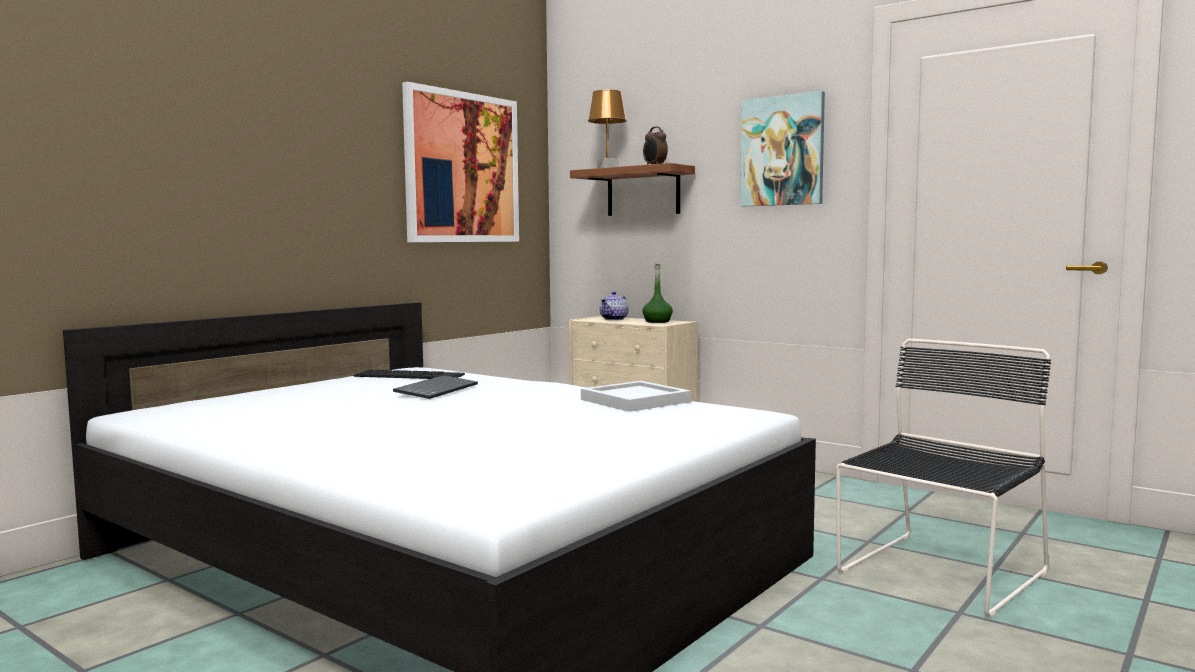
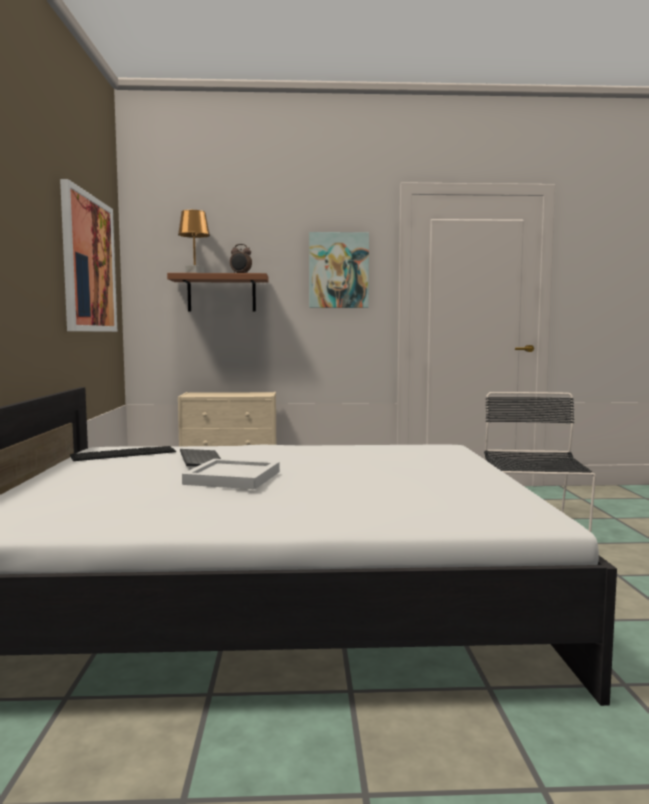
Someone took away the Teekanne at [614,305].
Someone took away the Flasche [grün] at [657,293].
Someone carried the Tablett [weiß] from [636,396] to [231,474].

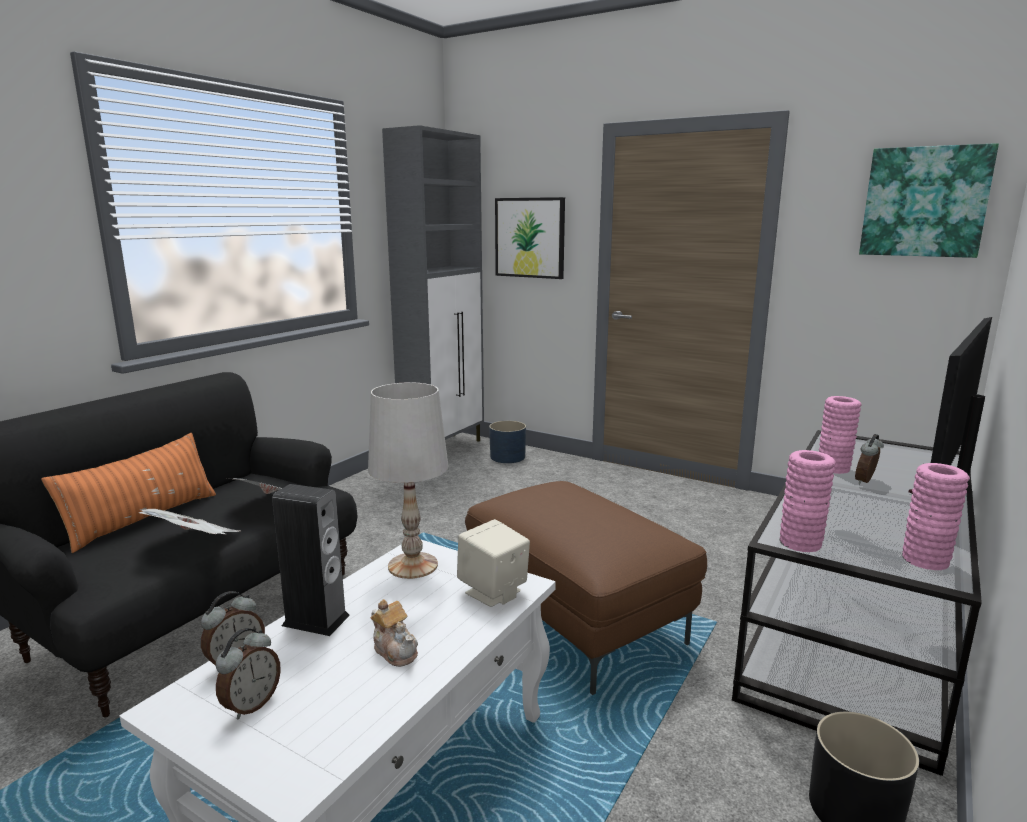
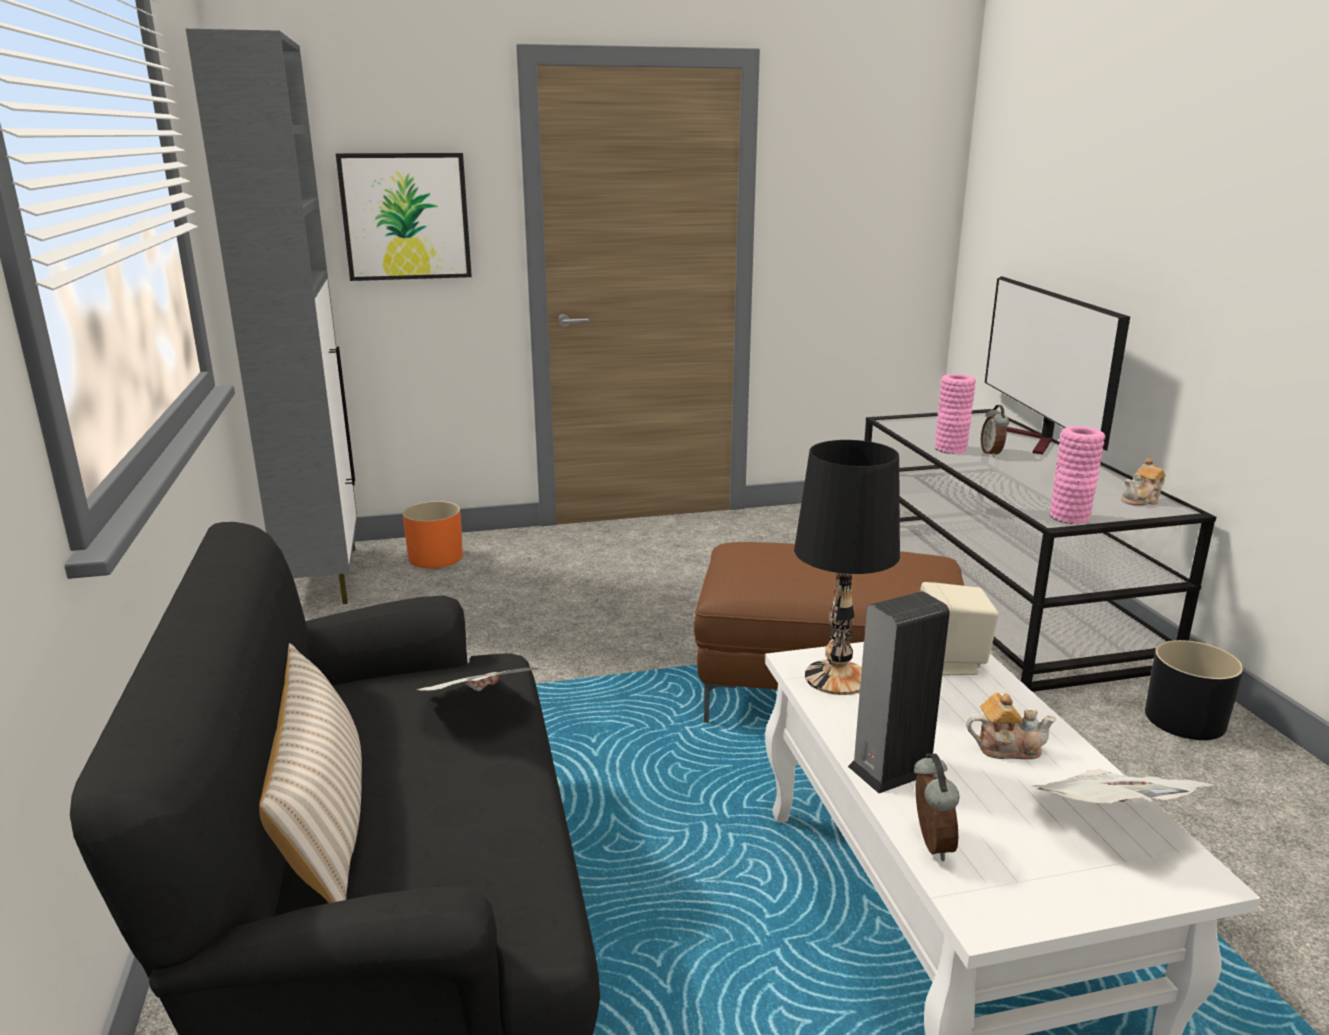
Someone took away the Wecker at [248,673].
Someone took away the Bild at [929,200].
Someone carried the Zeitung from [189,521] to [1123,786].
Someone swapped the Vase [rosa] at [936,516] for the Teekanne at [1143,481].
Someone repainted the Kissen [orange] at [128,493], which became the Kissen [beige] at [310,773].
Someone repainted the Tischlampe [weiß] at [408,480], which became the Tischlampe [schwarz] at [847,567].
Someone repainted the Pflanzkübel [blau] at [507,442], which became the Pflanzkübel [orange] at [432,534].

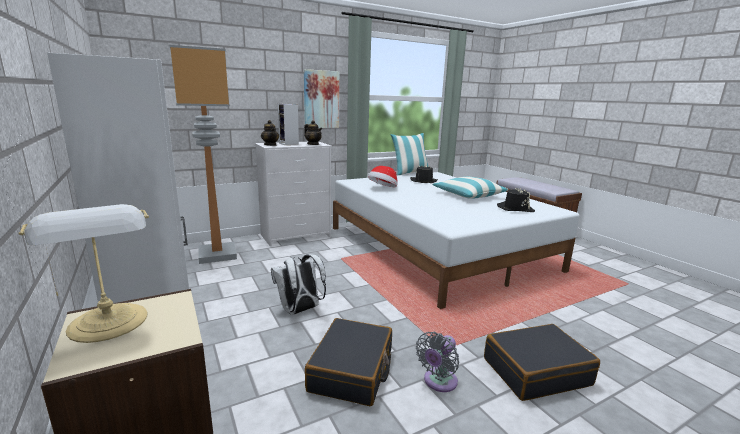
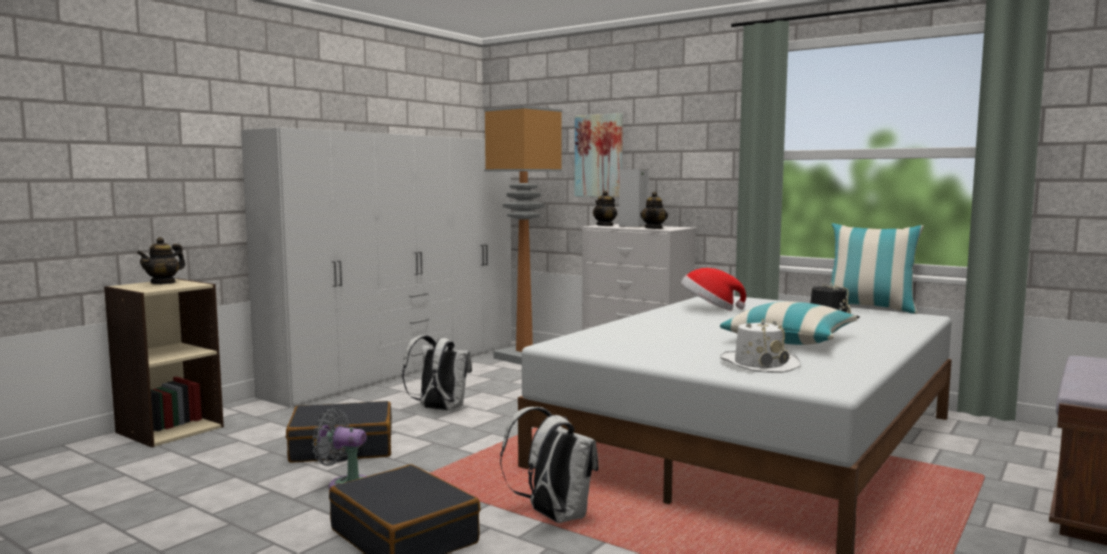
Someone put down the Rucksack [weiß] at [549,465].
Someone carried the Bild from [321,98] to [599,155].
Someone swapped the Tischlampe at [84,273] for the Teekanne at [161,260].
Someone repainted the Hut [schwarz] at [516,199], which became the Hut [weiß] at [760,346].

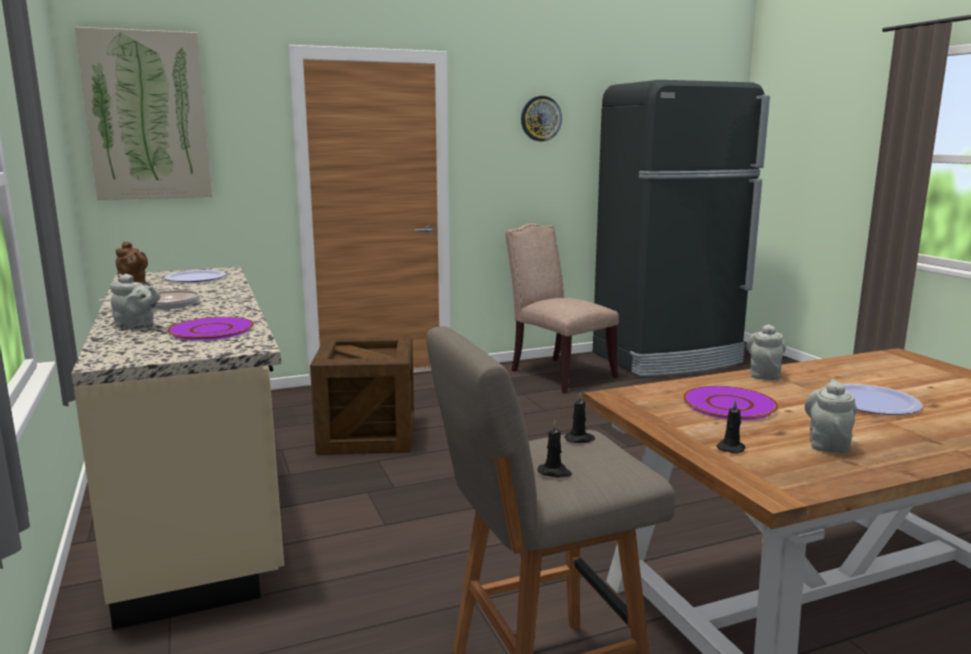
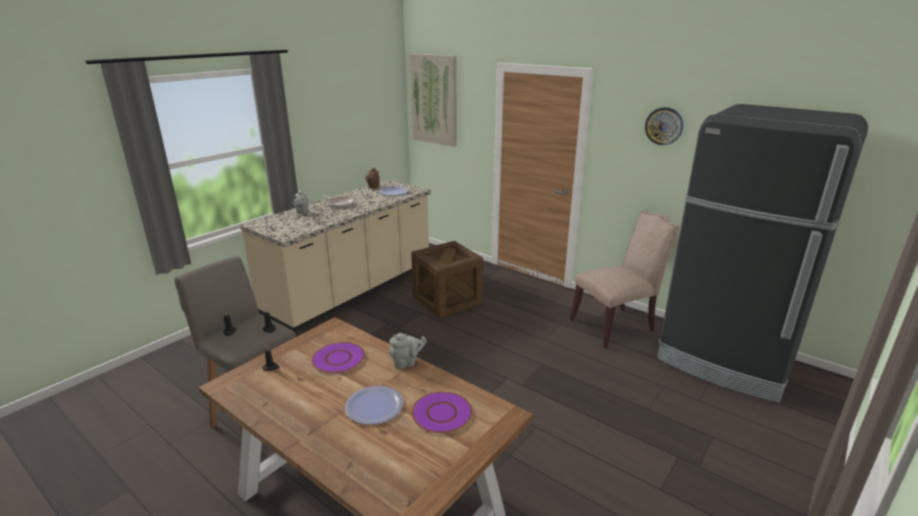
Someone took away the Teekanne [grau] at [831,416].
Someone carried the Teller [lila] from [210,328] to [442,412].
Someone rotated the Stuhl [beige] at [562,308] by 45 degrees clockwise.

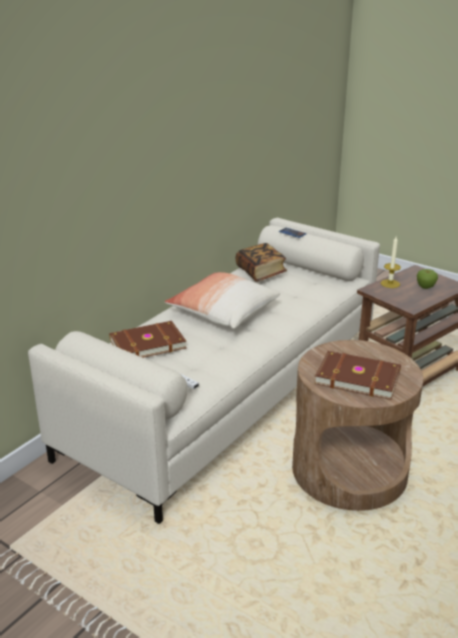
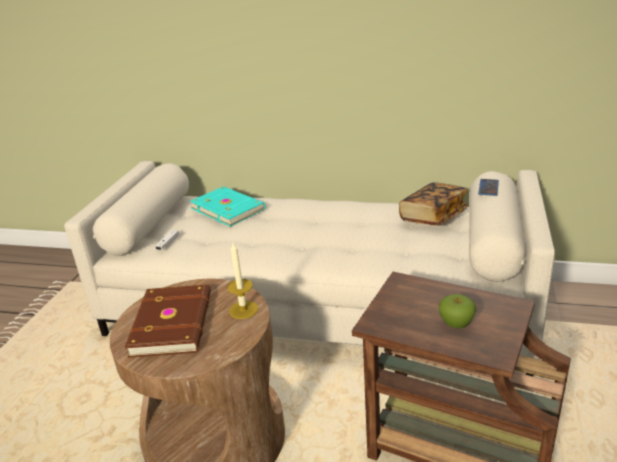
Someone took away the Kissen at [222,300].
Someone carried the Kerze from [391,262] to [242,281].
Someone repainted the Buch [braun] at [148,339], which became the Buch [türkis] at [227,206].

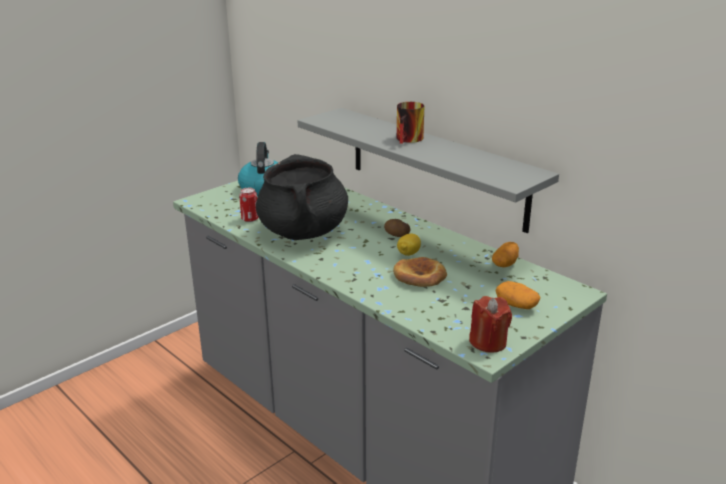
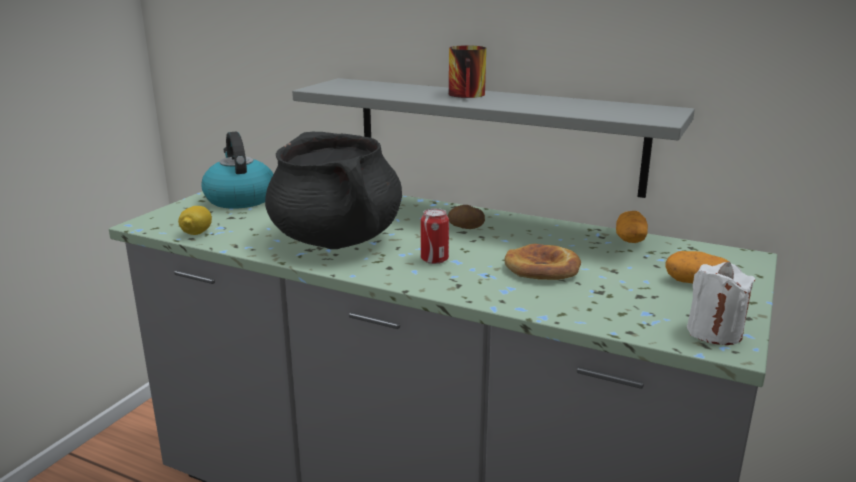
Someone carried the Dose from [249,205] to [435,236].
Someone carried the Zitrone from [409,245] to [195,220].
Someone repainted the Kerze [rot] at [490,324], which became the Kerze [weiß] at [721,303].

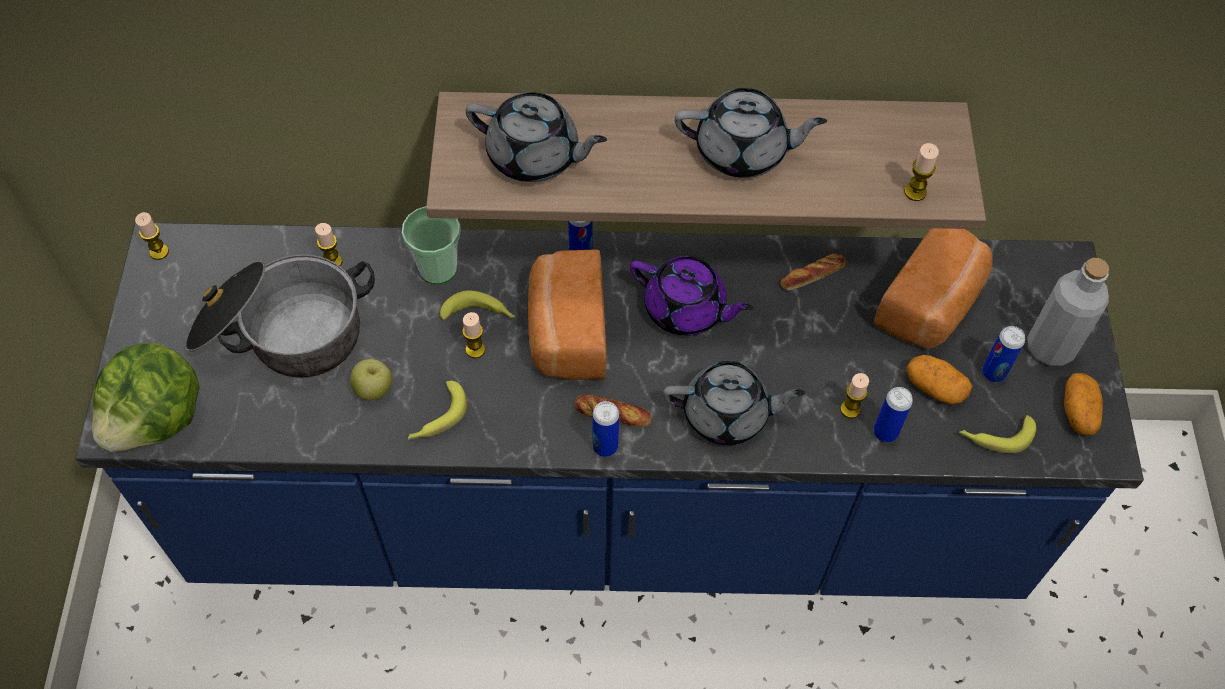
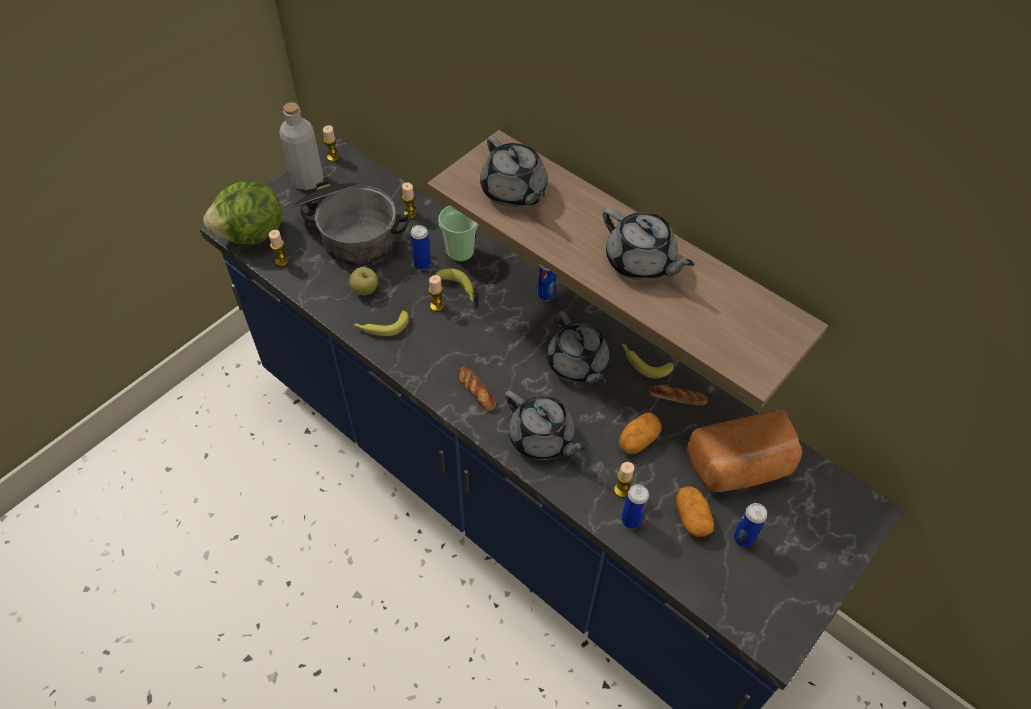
Someone took away the Brot at [567,314].
Someone carried the Dose from [606,429] to [421,247].
Someone carried the Kerze from [921,172] to [279,248].
Someone carried the Banane from [997,434] to [648,361].
Someone carried the Flasche [grau] from [1068,312] to [301,146].
Someone carried the Kartoffel from [1083,404] to [640,433].
Someone repainted the Teekanne [lila] at [691,296], which became the Teekanne [grau] at [578,347].

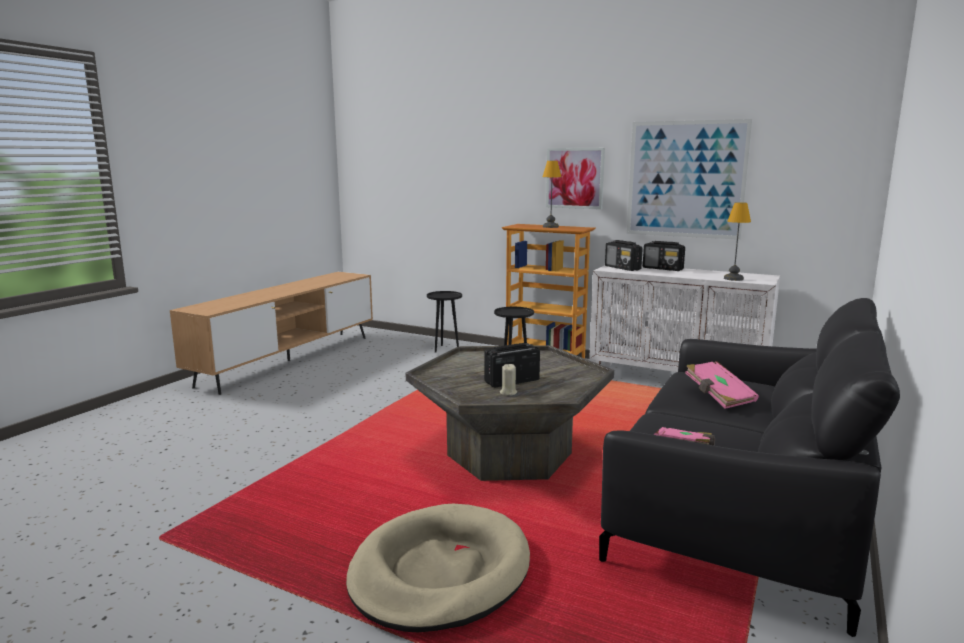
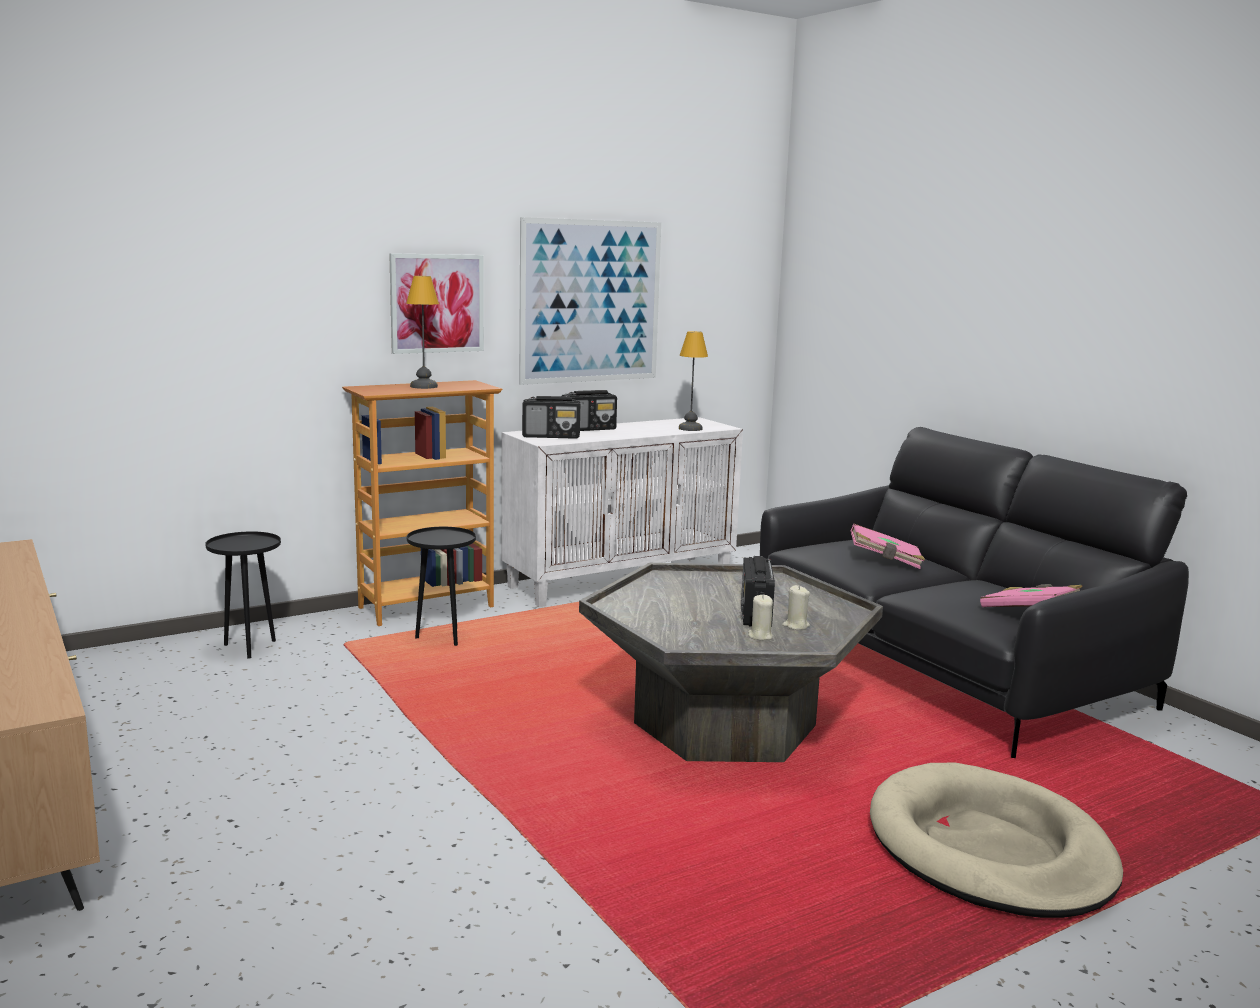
Someone put down the Kerze [beige] at [760,618].

